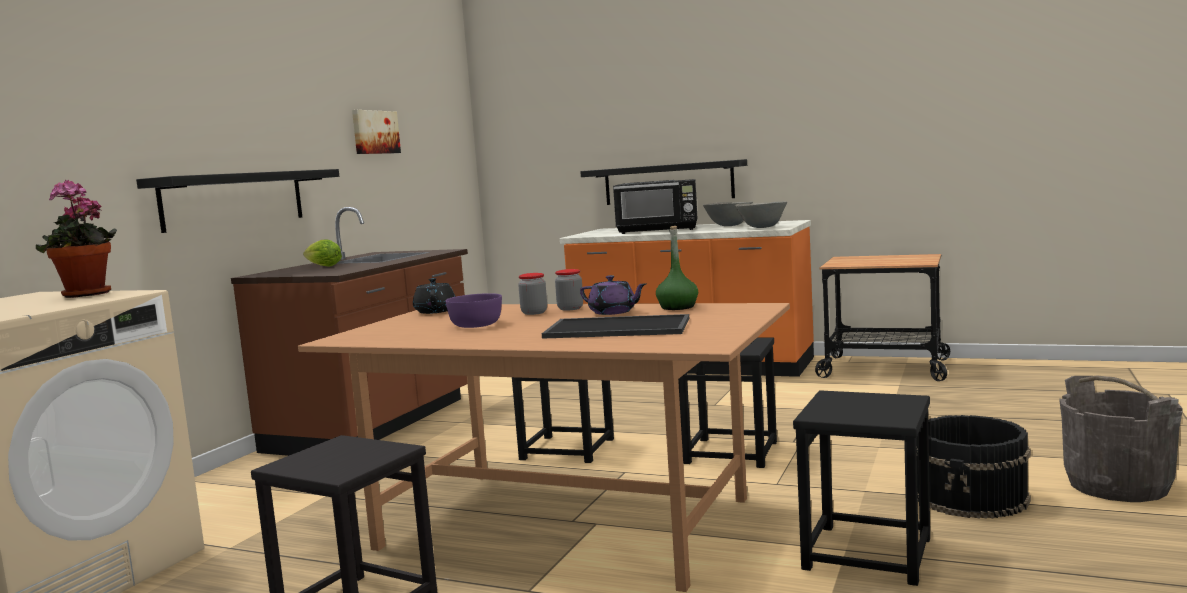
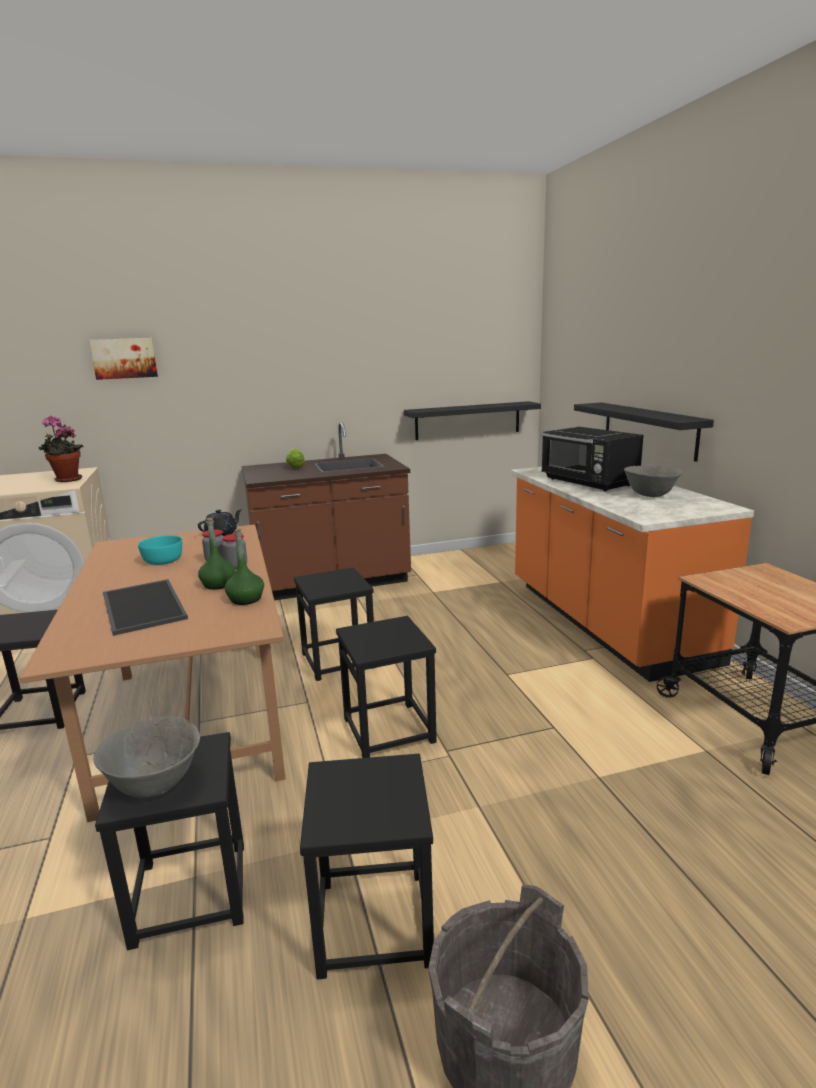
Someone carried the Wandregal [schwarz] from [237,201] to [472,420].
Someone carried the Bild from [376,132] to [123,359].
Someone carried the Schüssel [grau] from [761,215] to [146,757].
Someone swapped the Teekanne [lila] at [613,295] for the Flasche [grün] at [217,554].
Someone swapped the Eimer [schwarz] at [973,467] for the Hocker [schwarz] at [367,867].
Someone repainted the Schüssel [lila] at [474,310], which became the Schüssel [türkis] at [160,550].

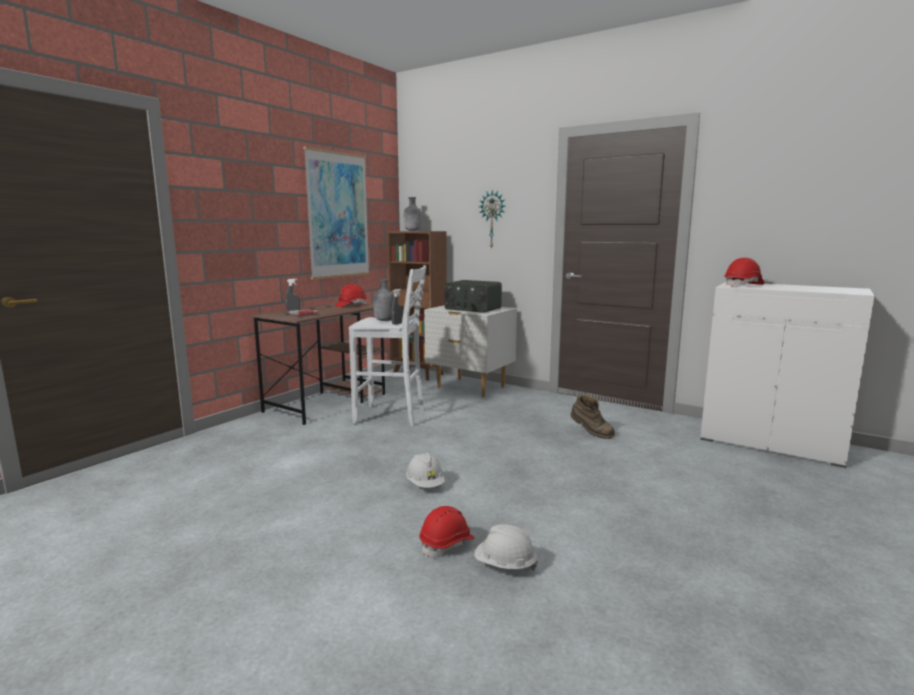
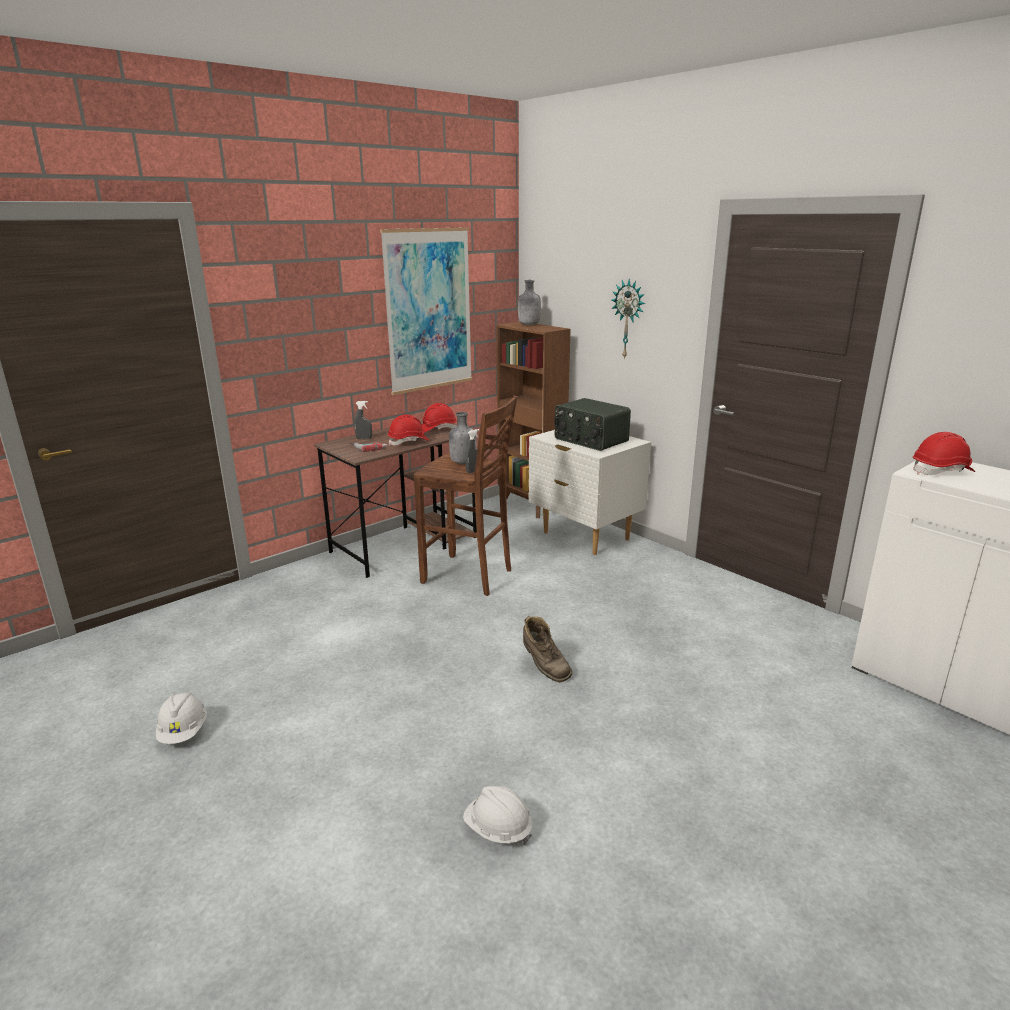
Someone carried the Schutzhelm [weiß] from [425,470] to [181,718].
Someone carried the Schutzhelm [rot] from [447,532] to [409,430].
Someone carried the Stiefel [braun] from [593,417] to [547,649].
Someone repainted the Hocker [weiß] at [388,346], which became the Hocker [braun] at [466,496].

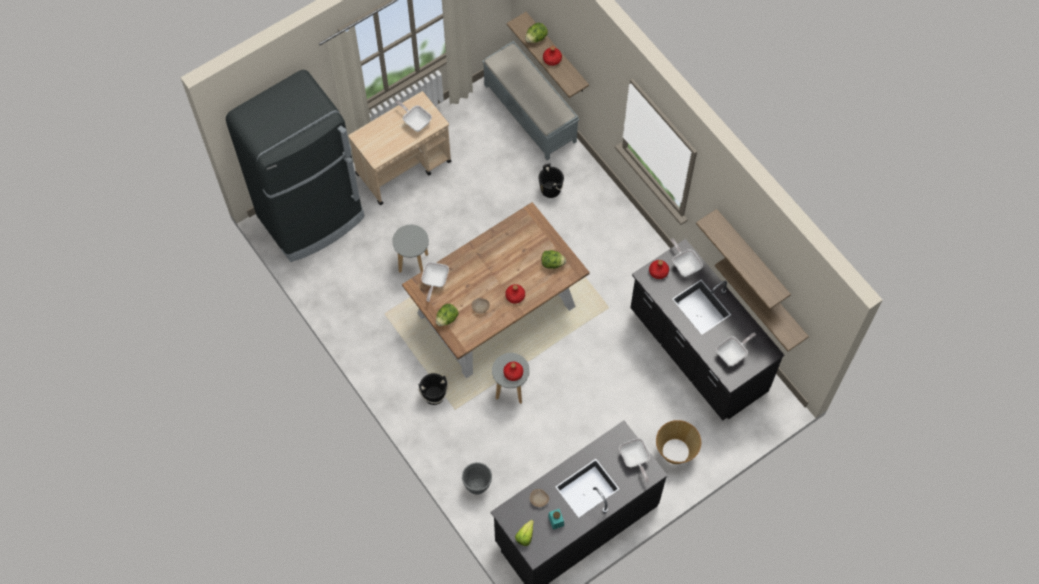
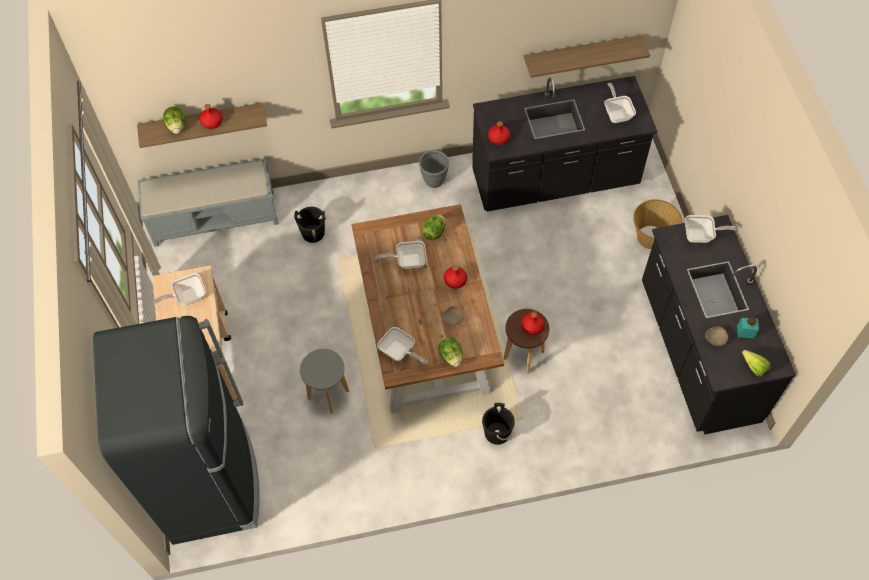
Someone took away the Wandregal at [743,259].
Someone carried the Pflanzkübel [grau] from [477,478] to [434,169].
Someone carried the Pfanne from [687,258] to [401,255].
Someone repainted the Hocker [grau] at [511,378], which became the Hocker [braun] at [526,341].

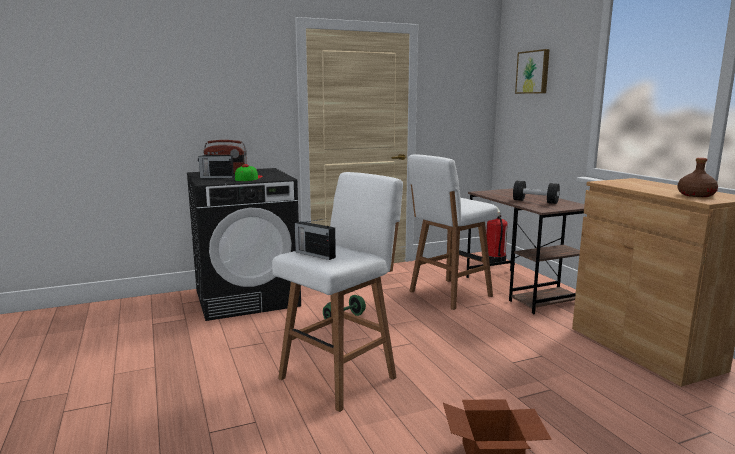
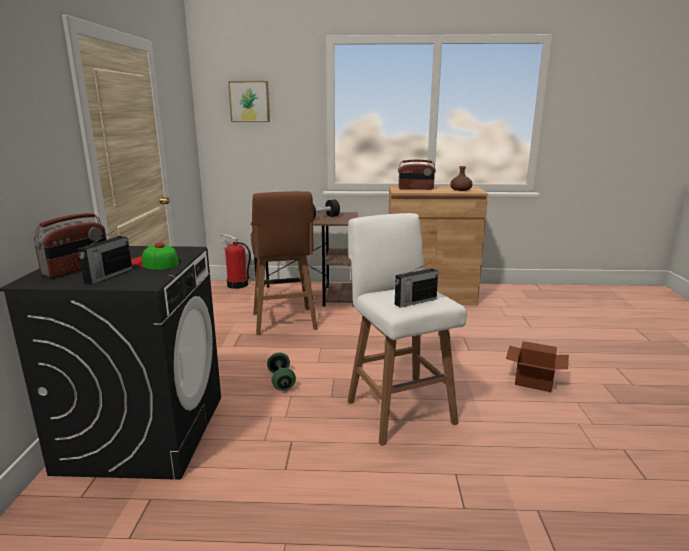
Someone put down the Radio at [417,175].
Someone repainted the Hocker [weiß] at [453,232], which became the Hocker [braun] at [284,263].

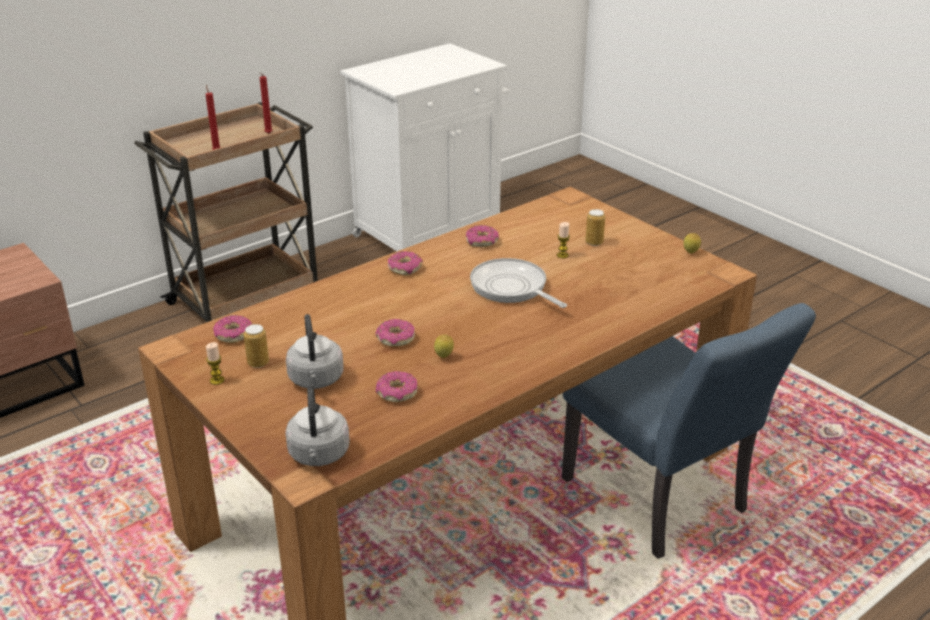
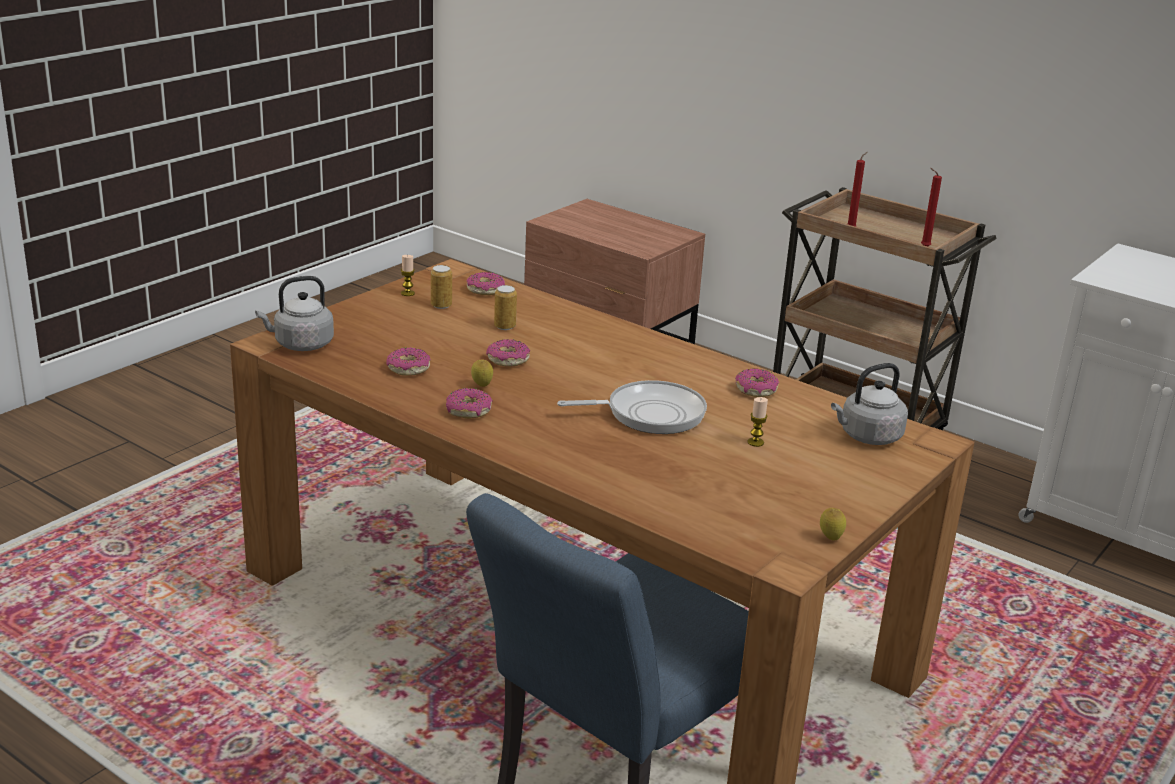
Someone carried the Wasserkessel [grau] from [315,351] to [869,404].
Someone carried the Donut from [405,263] to [469,403].
Someone carried the Dose from [595,227] to [505,307].
Someone rotated the Pfanne at [518,283] by 45 degrees clockwise.

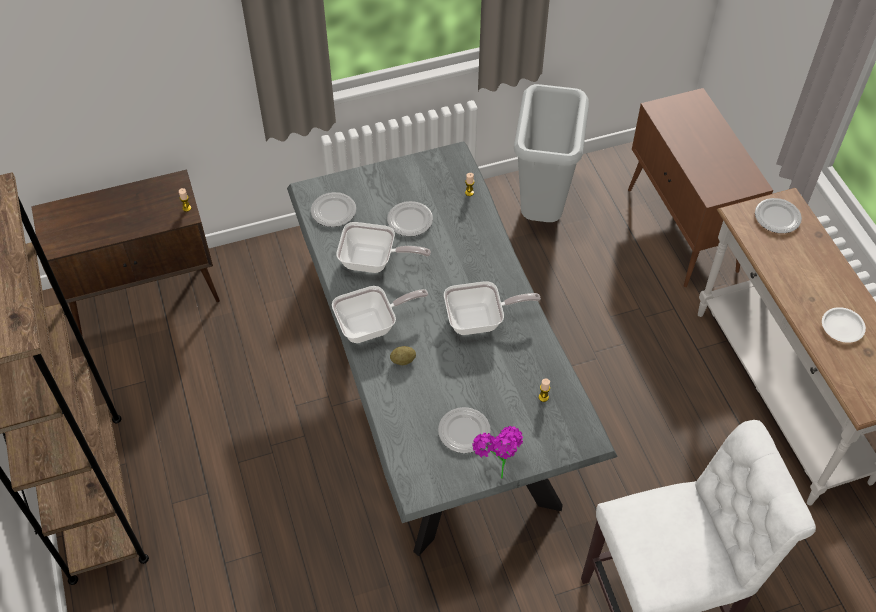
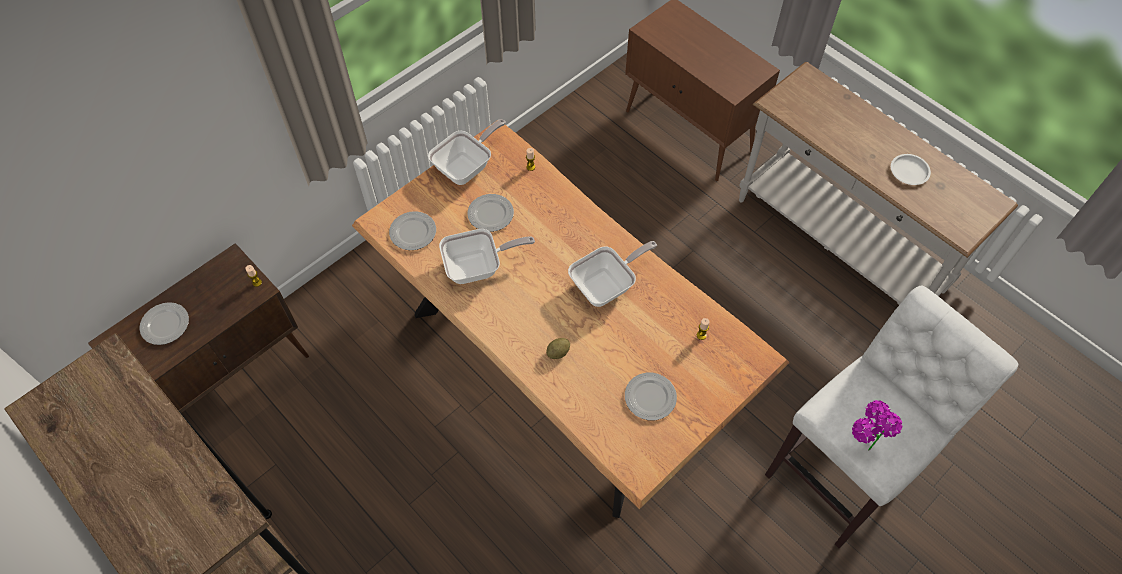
Someone took away the Mülleimer [grau] at [551,153].
Someone carried the Pfanne from [380,314] to [467,152].
Someone carried the Topfpflanze from [497,452] to [877,425].
Someone carried the Teller from [778,215] to [164,323].
Someone repainted the Esstisch [grau] at [452,348], which became the Esstisch [braun] at [570,320].

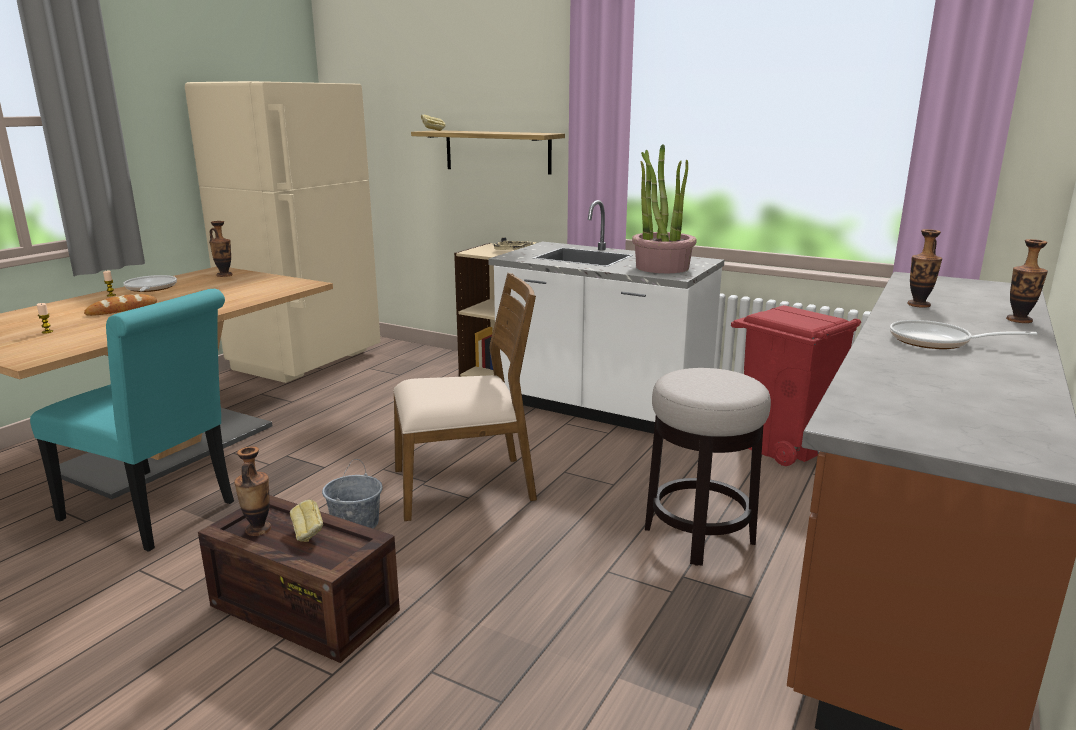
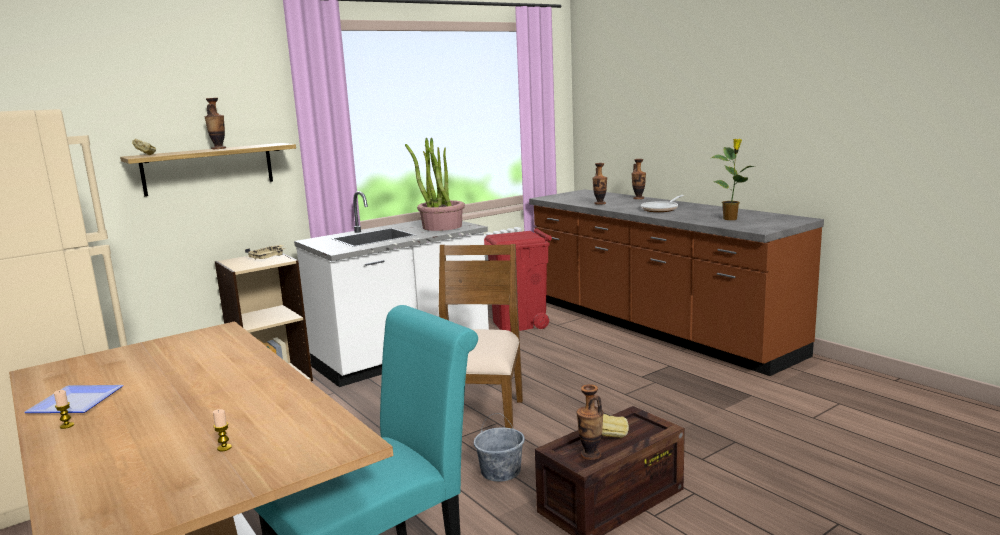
Someone took away the Brot at [120,305].
Someone took away the Hocker at [708,467].
Someone put down the Topfpflanze at [733,179].
Someone carried the Vase from [221,249] to [215,123].
Someone swapped the Pfanne at [150,283] for the Teller at [73,399].

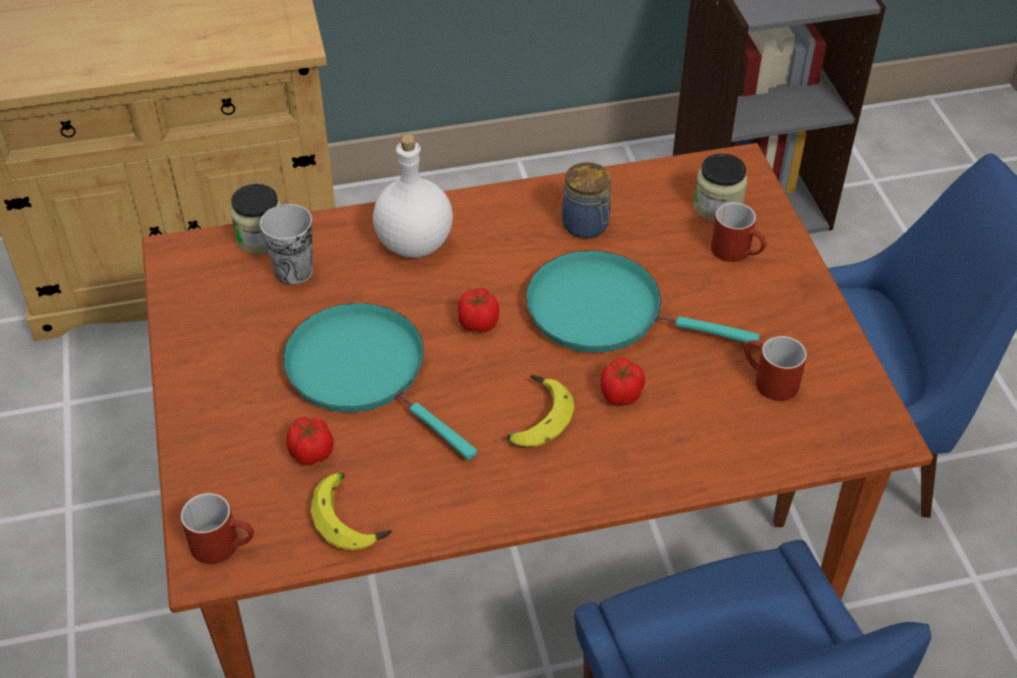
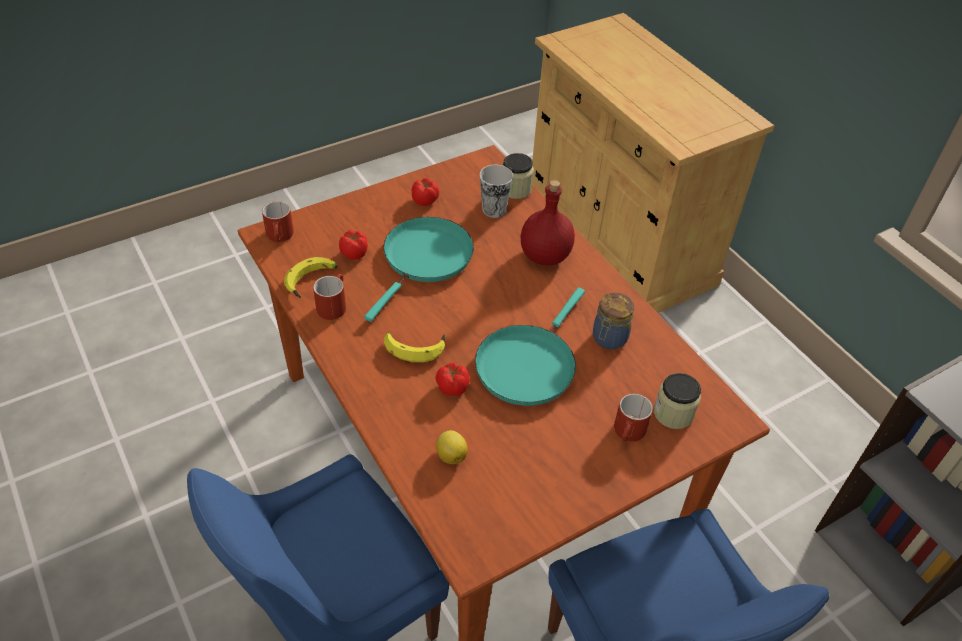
Someone put down the Zitrone at [452,447].
Someone carried the Tomate from [478,310] to [425,192].
Someone carried the Henkelbecher [rot] from [775,368] to [329,297].
Someone repainted the Flasche [weiß] at [413,196], which became the Flasche [rot] at [548,222].
Someone rotated the Pfanne [türkis] at [643,301] by 150 degrees counterclockwise.

